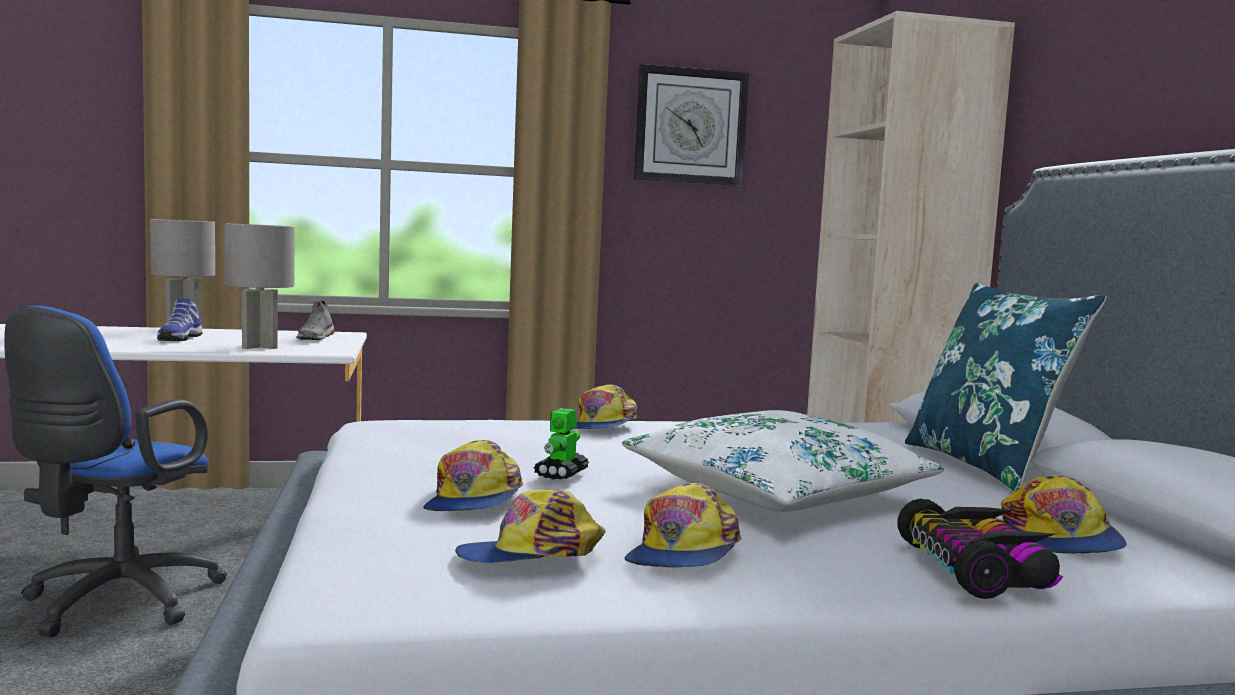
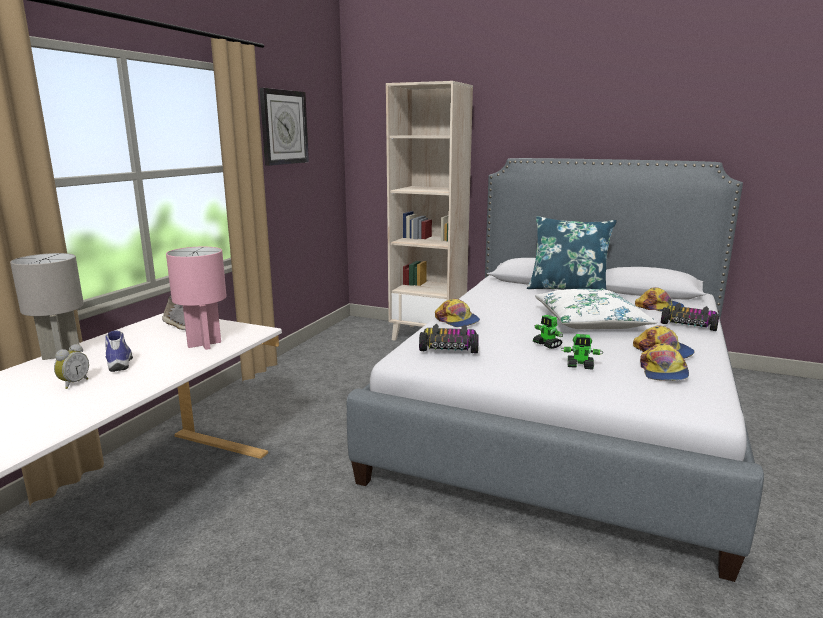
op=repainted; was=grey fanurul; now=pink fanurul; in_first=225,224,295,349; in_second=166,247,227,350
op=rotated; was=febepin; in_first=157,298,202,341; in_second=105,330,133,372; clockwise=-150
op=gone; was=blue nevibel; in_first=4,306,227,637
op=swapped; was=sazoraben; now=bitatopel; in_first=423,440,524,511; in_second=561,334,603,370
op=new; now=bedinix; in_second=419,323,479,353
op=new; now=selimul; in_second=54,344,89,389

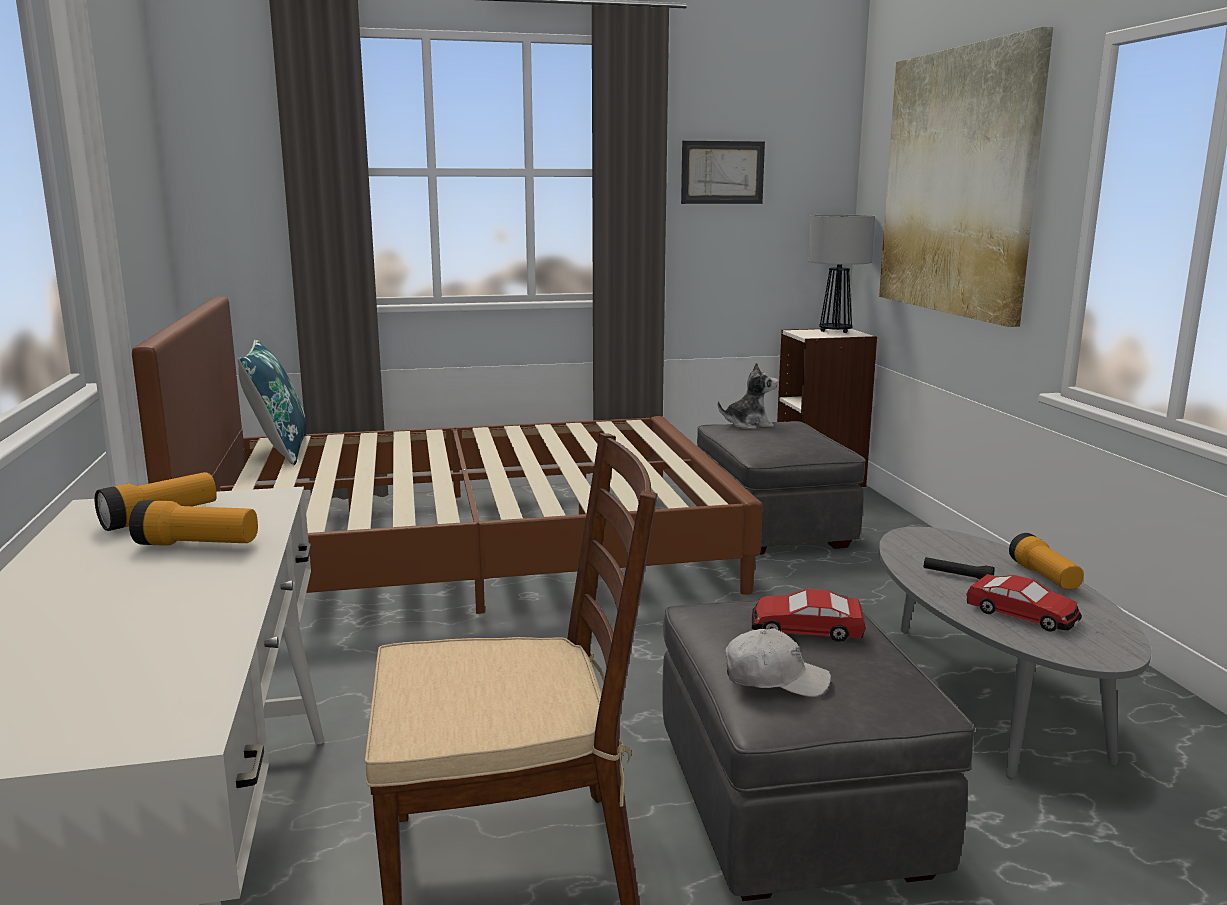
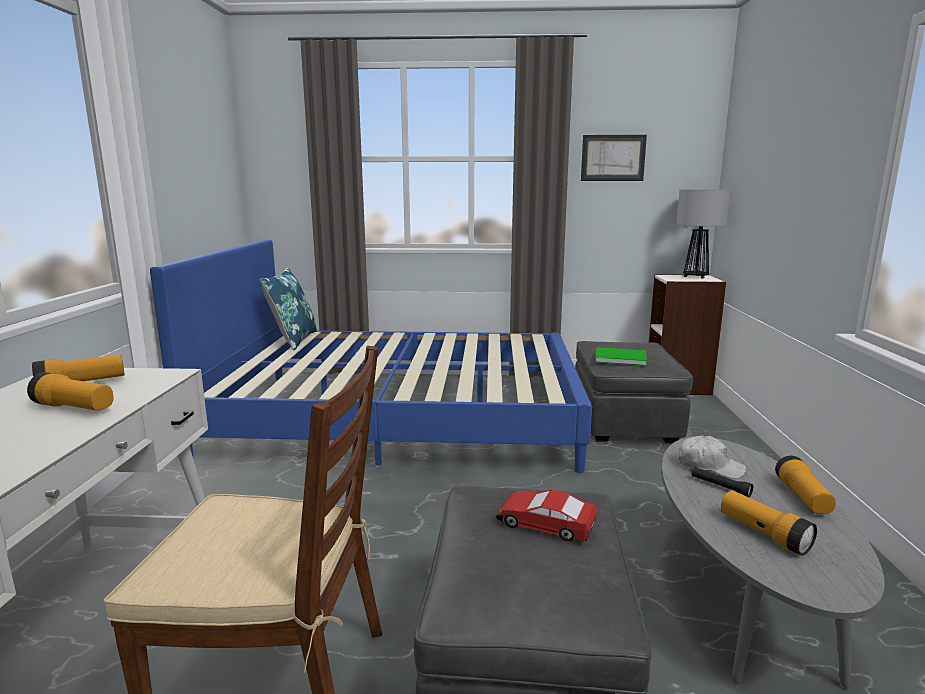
op=gone; was=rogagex; in_first=879,27,1053,327
op=repainted; was=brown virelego; now=blue virelego; in_first=132,297,763,614; in_second=150,240,592,473
op=gone; was=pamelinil; in_first=718,362,778,429
op=swapped; was=bedinix; now=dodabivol; in_first=967,574,1082,632; in_second=721,491,817,555
op=shifted; was=white sazoraben; in_first=726,628,831,697; in_second=679,436,747,479
op=new; now=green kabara; in_second=595,347,647,366

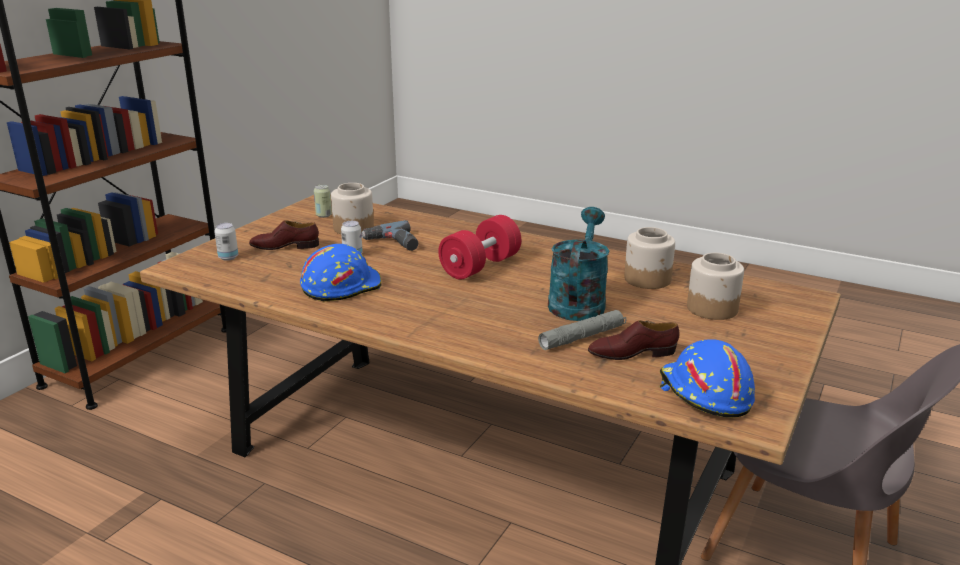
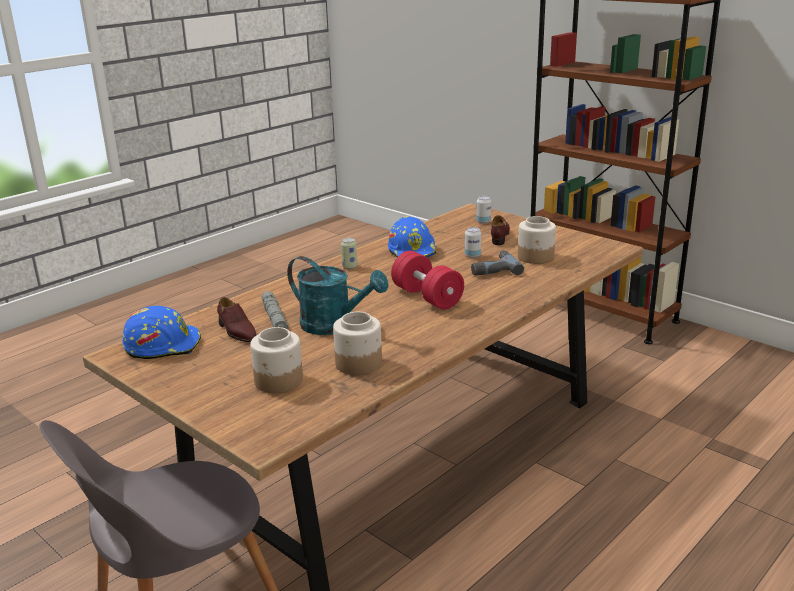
op=shifted; was=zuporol; in_first=314,185,332,218; in_second=341,238,357,269
op=rotated; was=brown febepin; in_first=588,320,680,360; in_second=217,297,256,342; clockwise=135

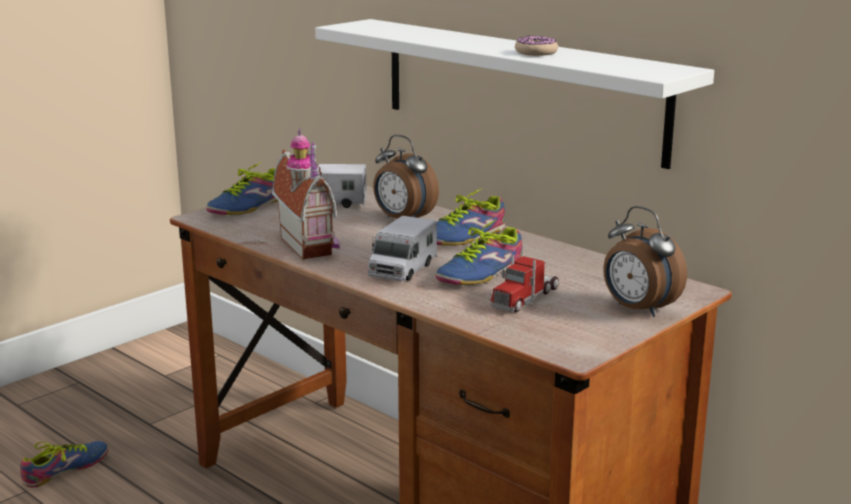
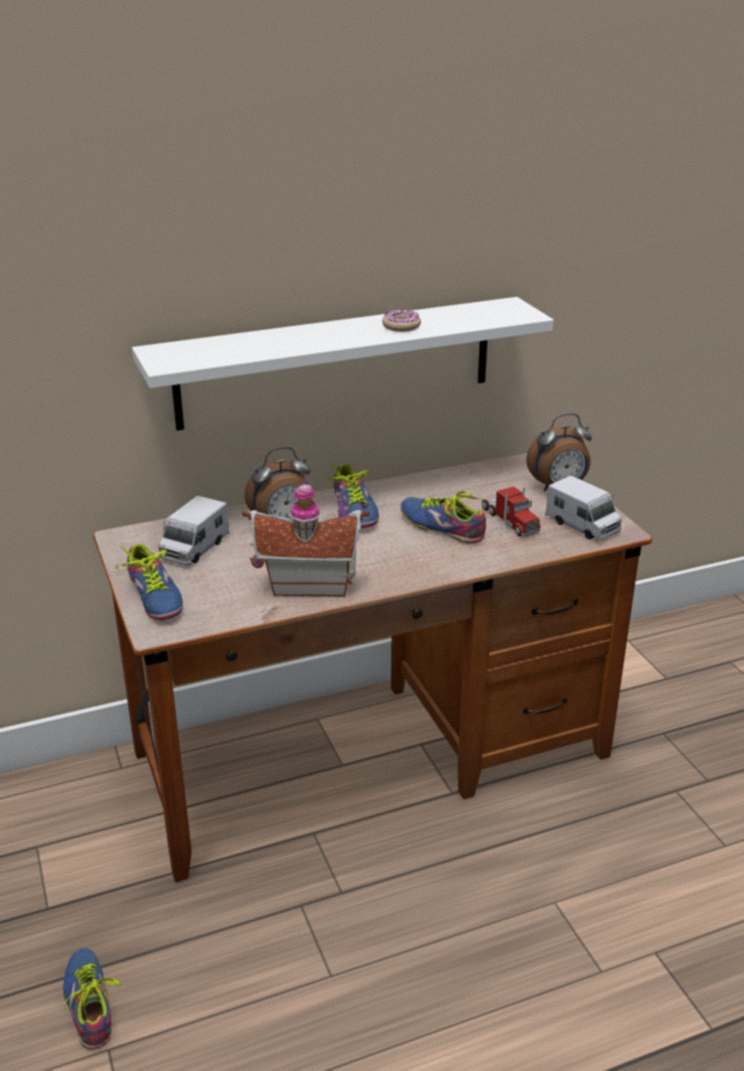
op=shifted; was=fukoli; in_first=368,216,437,281; in_second=546,476,622,541
op=rotated; was=febepin; in_first=436,219,523,285; in_second=400,491,486,544; clockwise=150

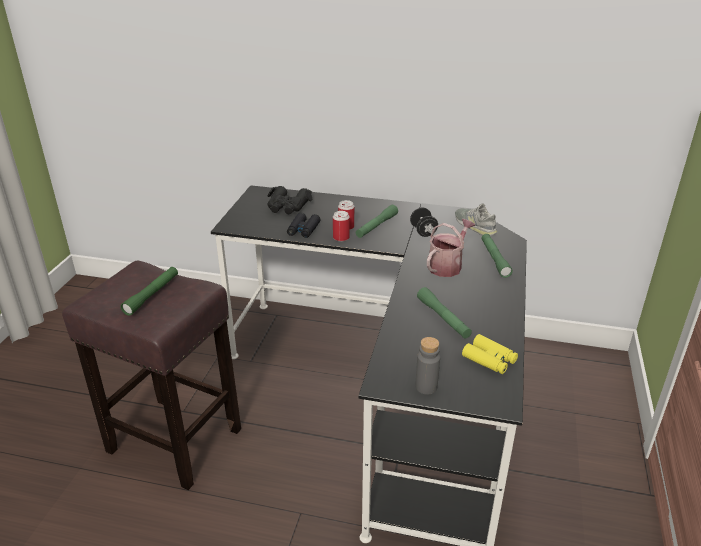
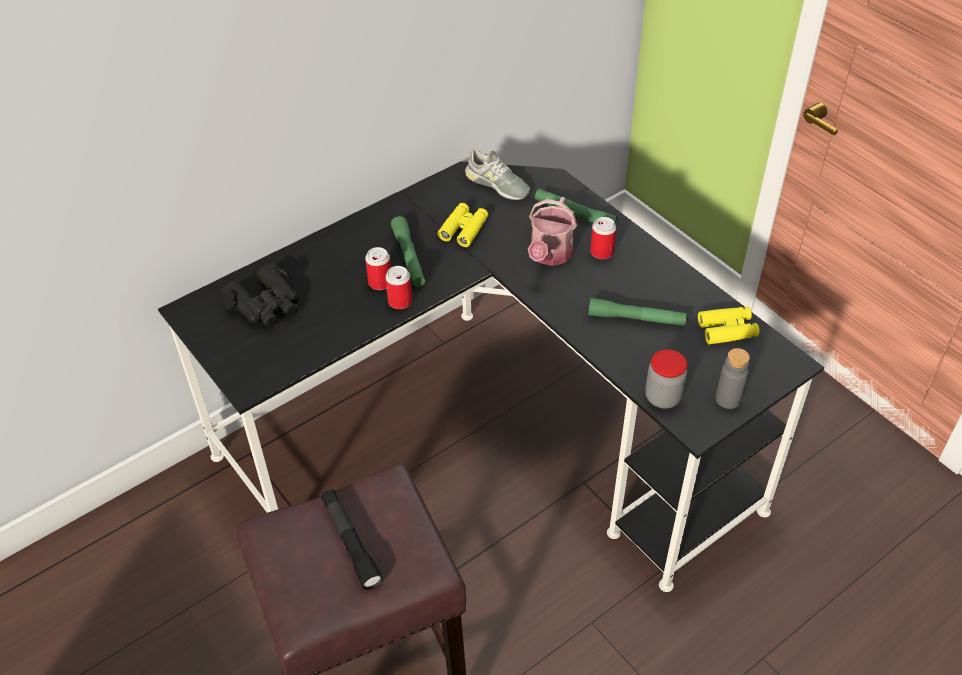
op=rotated; was=grey febepin; in_first=455,203,497,236; in_second=465,149,530,200; clockwise=-150
op=swapped; was=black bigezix; now=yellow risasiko; in_first=410,208,438,237; in_second=438,203,488,247
op=gone; was=black risasiko; in_first=287,213,321,238
op=rotated; was=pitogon; in_first=427,219,475,277; in_second=528,197,577,266; clockwise=-150
op=repainted; was=green dodabivol; now=black dodabivol; in_first=121,267,178,316; in_second=321,489,383,590
op=new; now=zuporol; in_second=590,217,616,259
op=new; now=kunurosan; in_second=645,349,687,409

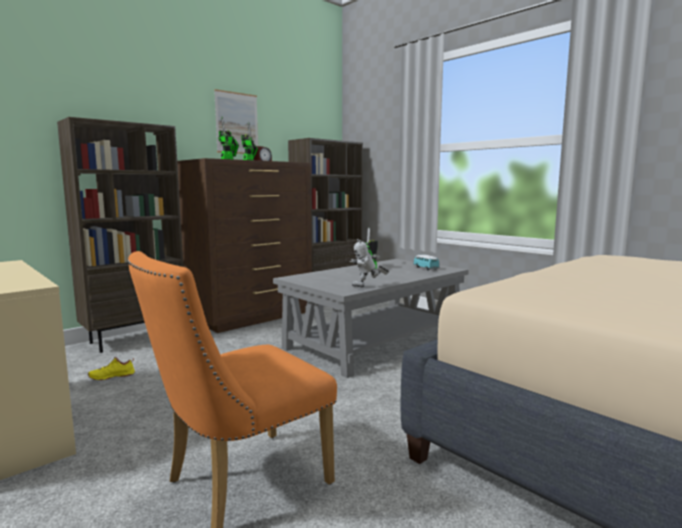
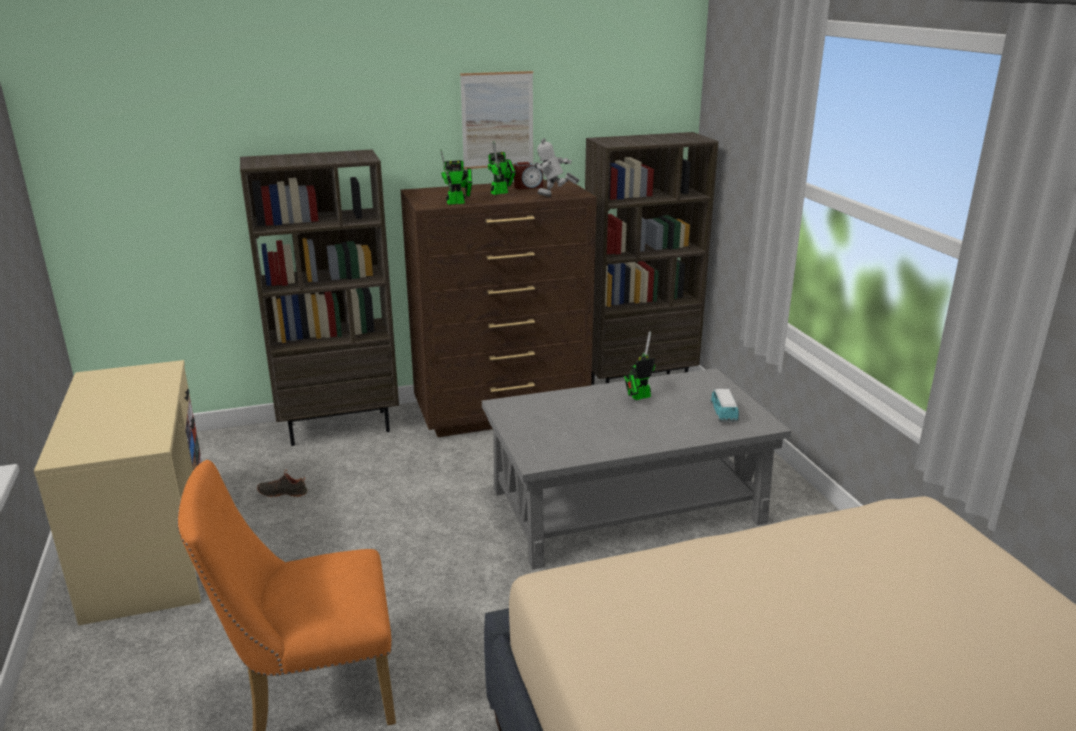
op=shifted; was=bitatopel; in_first=350,239,389,288; in_second=532,138,580,197
op=repainted; was=yellow febepin; now=black febepin; in_first=88,354,135,380; in_second=257,469,308,497

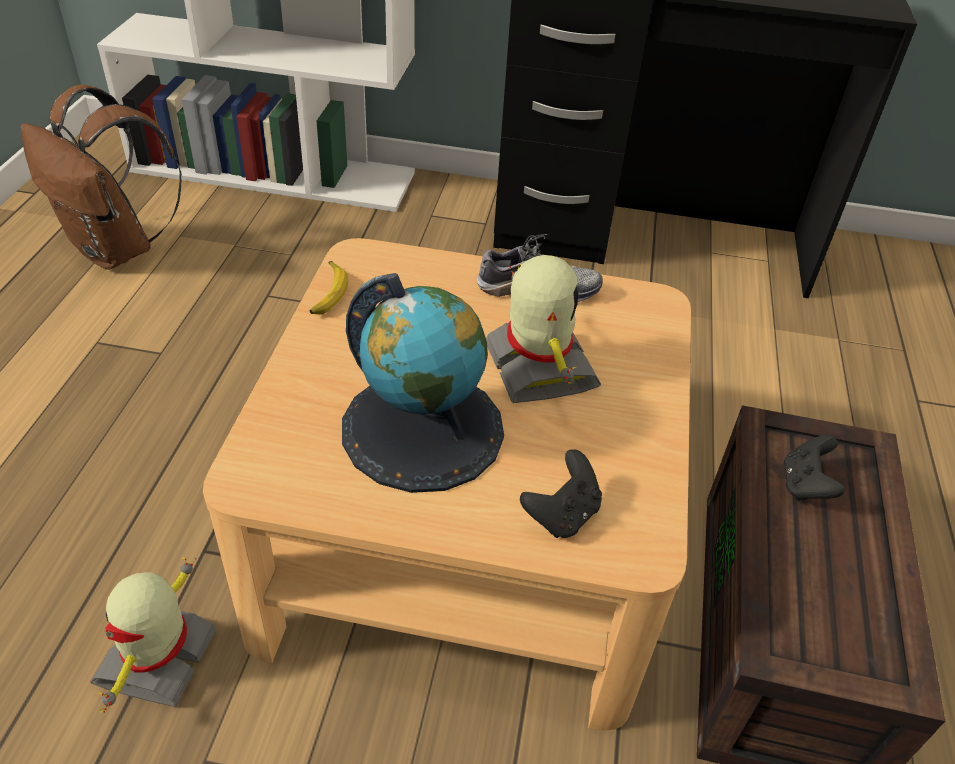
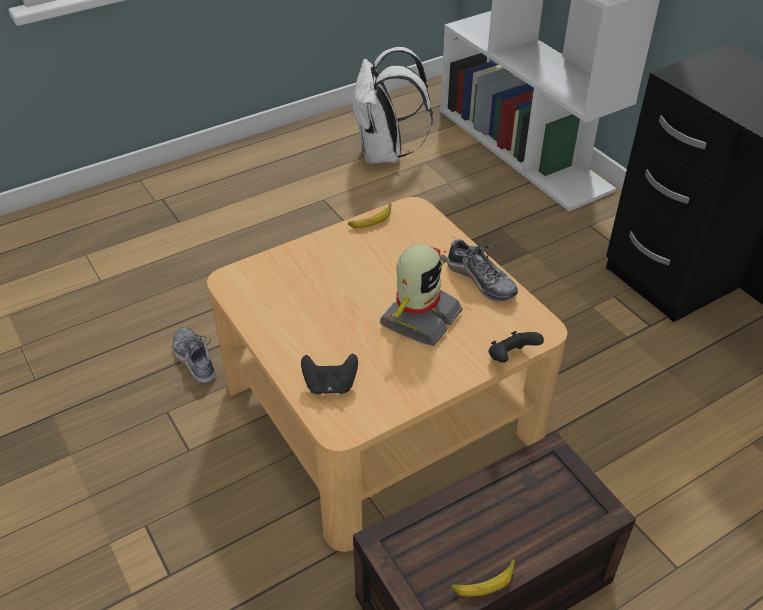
op=repainted; was=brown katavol; now=white katavol; in_first=21,85,182,270; in_second=352,47,433,164
op=gone; was=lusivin; in_first=342,273,504,493
op=shifted; was=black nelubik; in_first=784,435,845,501; in_second=489,331,544,363
op=swapped; was=bitatopel; now=febepin; in_first=90,557,217,713; in_second=170,327,216,383
op=new; now=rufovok; in_second=451,558,516,597

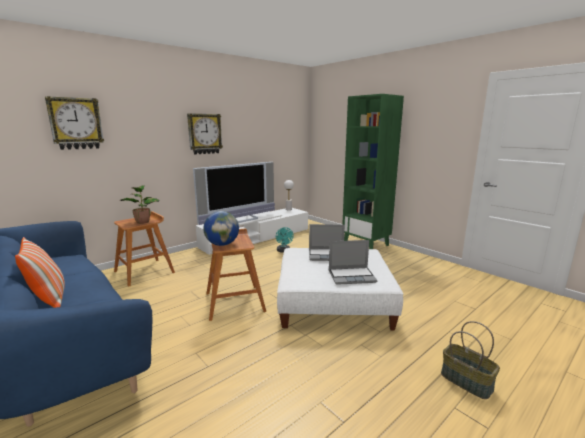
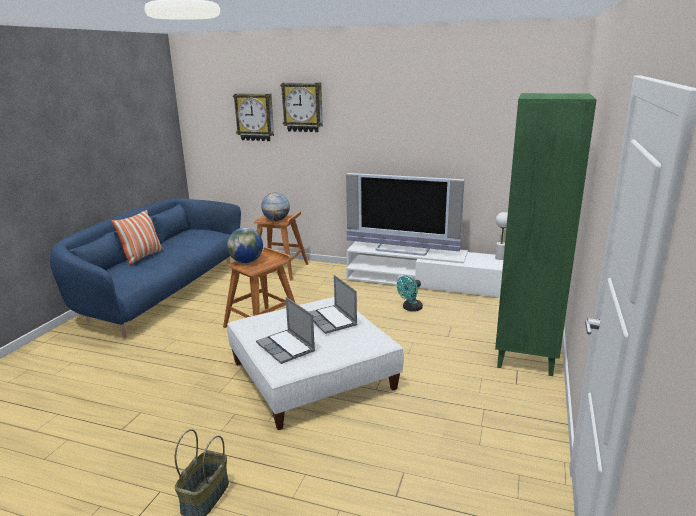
op=shifted; was=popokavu; in_first=187,113,223,155; in_second=280,82,323,132
op=swapped; was=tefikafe; now=lusivin; in_first=120,185,159,224; in_second=261,192,290,221

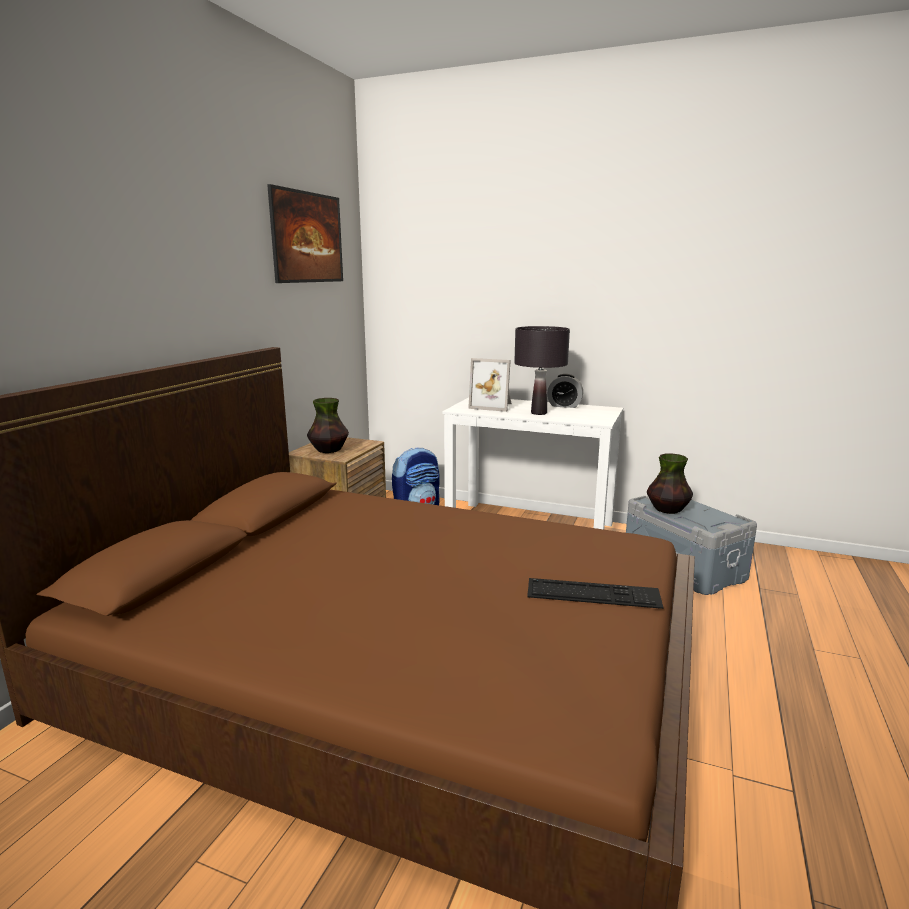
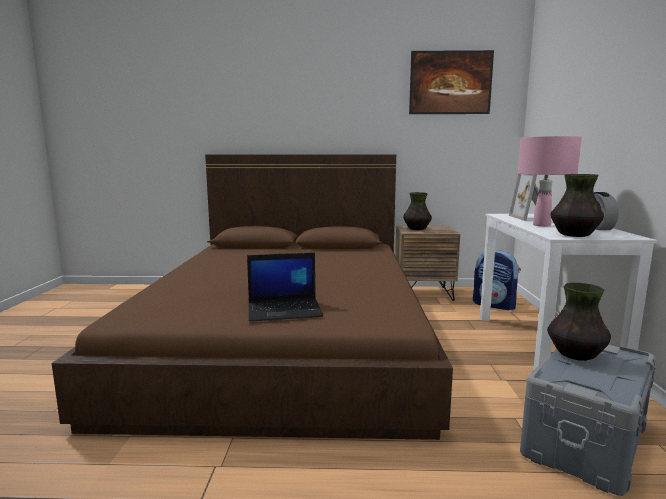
op=repainted; was=black fanurul; now=pink fanurul; in_first=514,326,570,415; in_second=518,136,582,226
op=swapped; was=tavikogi; now=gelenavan; in_first=527,578,664,609; in_second=247,253,323,322
op=new; now=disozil; in_second=550,174,604,237

